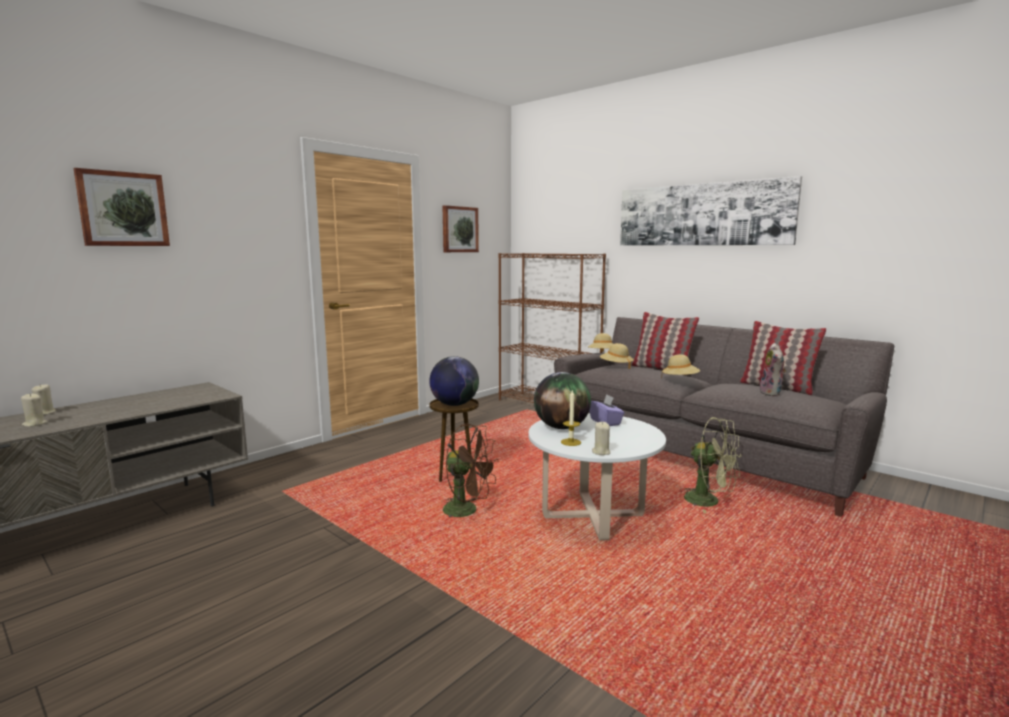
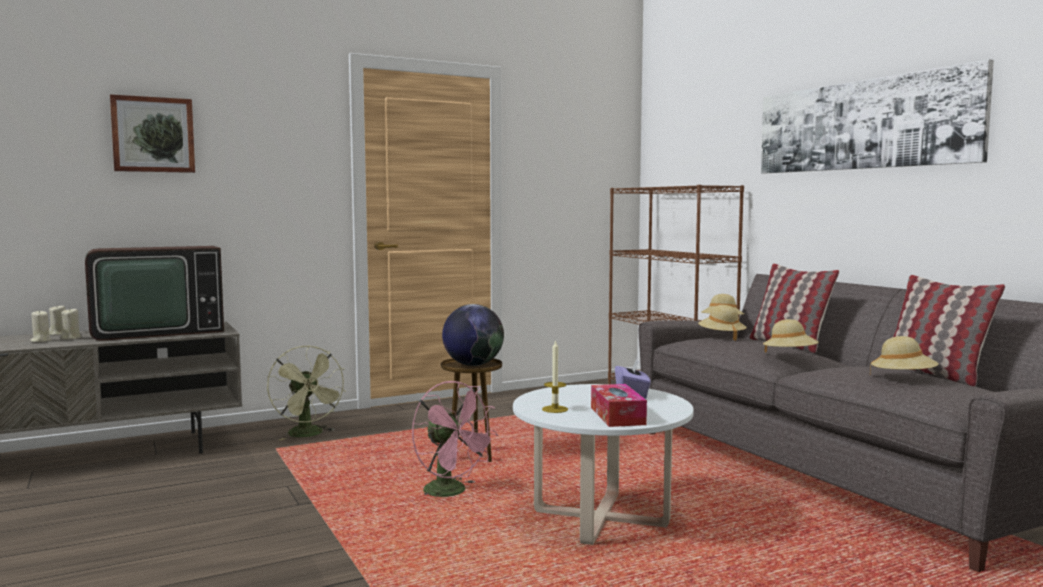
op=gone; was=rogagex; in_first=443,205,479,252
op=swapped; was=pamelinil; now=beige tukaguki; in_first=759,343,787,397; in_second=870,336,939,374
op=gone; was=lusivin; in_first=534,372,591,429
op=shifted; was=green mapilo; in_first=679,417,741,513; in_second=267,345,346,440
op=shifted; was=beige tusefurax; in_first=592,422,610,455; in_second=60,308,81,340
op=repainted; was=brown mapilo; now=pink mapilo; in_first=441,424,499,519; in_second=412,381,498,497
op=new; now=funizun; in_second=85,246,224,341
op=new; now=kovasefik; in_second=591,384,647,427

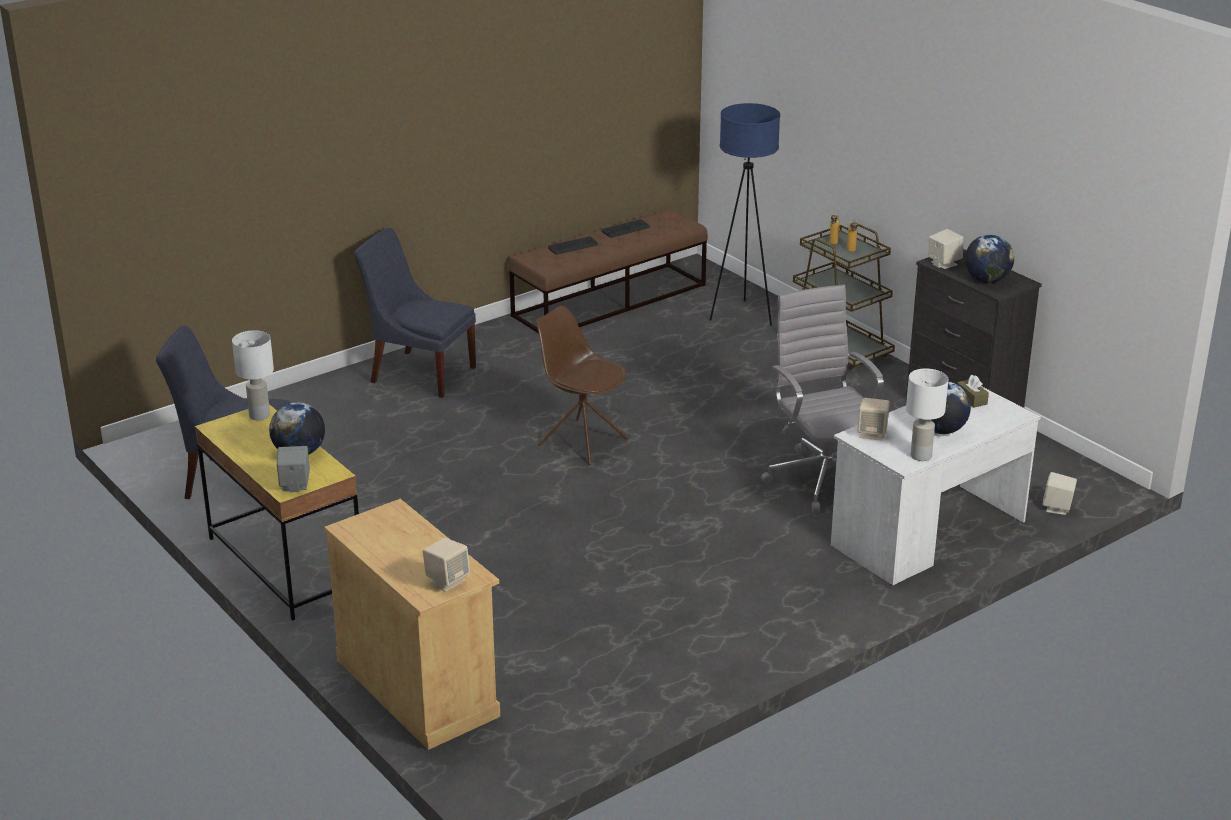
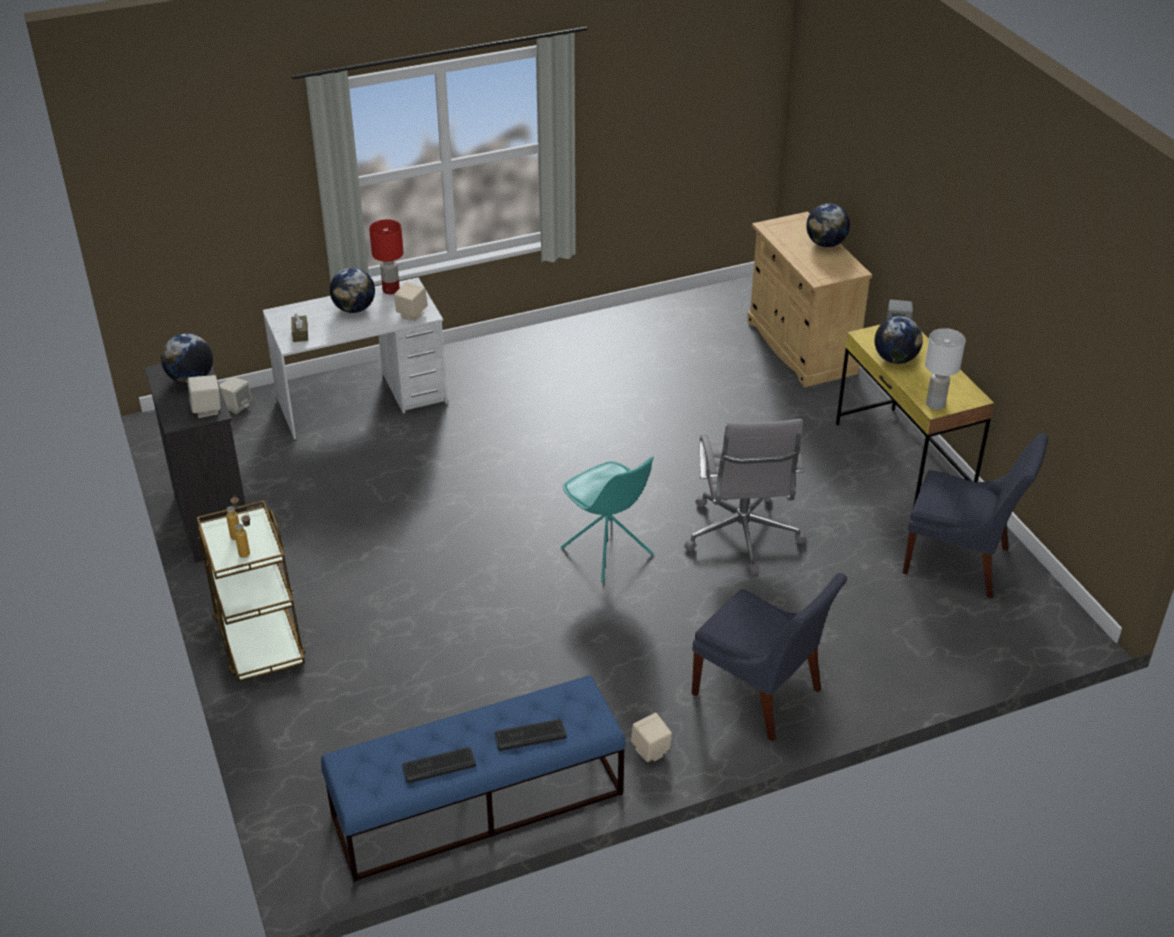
op=gone; was=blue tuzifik; in_first=710,103,780,326
op=repainted; was=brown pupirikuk; now=blue pupirikuk; in_first=508,209,708,333; in_second=321,675,626,882
op=shifted; was=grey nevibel; in_first=761,285,884,513; in_second=684,419,806,575
op=repainted; was=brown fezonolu; now=turquoise fezonolu; in_first=537,306,628,465; in_second=561,456,654,583
op=repainted; was=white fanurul; now=red fanurul; in_first=906,369,948,461; in_second=369,219,404,294
op=shifted; was=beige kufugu; in_first=423,538,470,592; in_second=631,713,672,762
op=new; now=lusivin; in_second=806,204,850,247

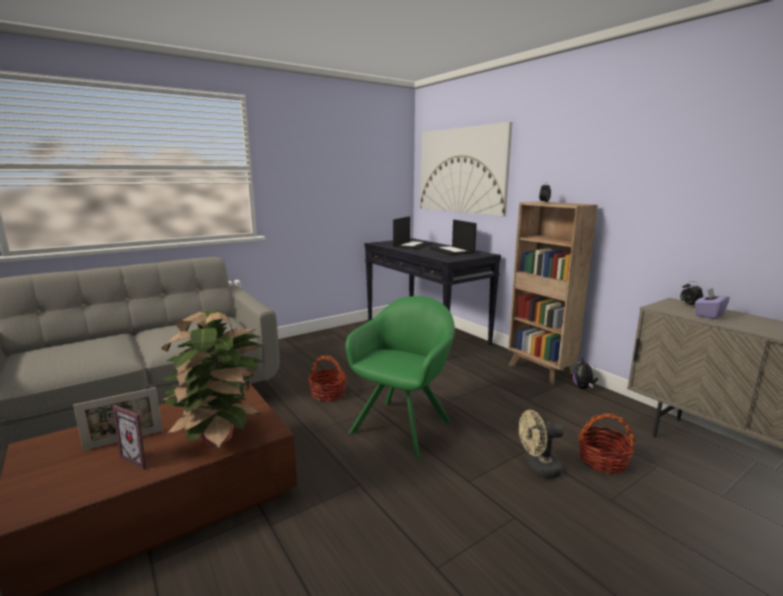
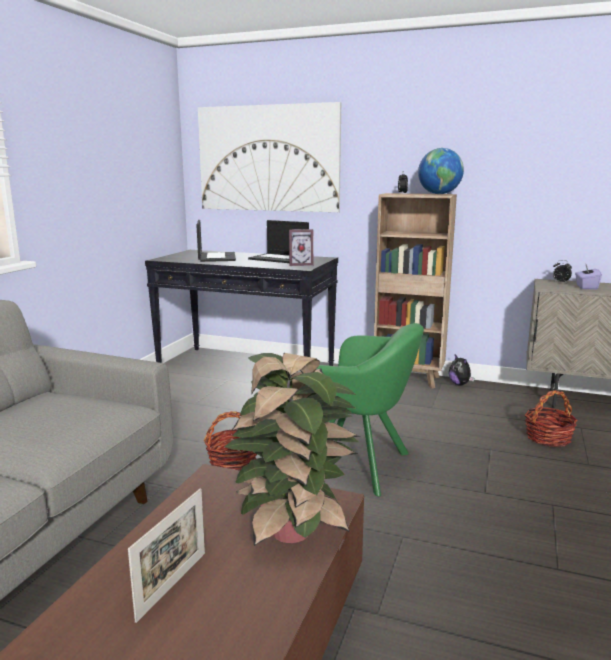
op=rotated; was=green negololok; in_first=345,296,455,458; in_second=317,323,424,497; clockwise=120
op=shifted; was=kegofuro; in_first=112,405,153,469; in_second=289,229,313,266
op=gone; was=beige mapilo; in_first=519,410,564,478
op=new; now=lusivin; in_second=418,148,464,194

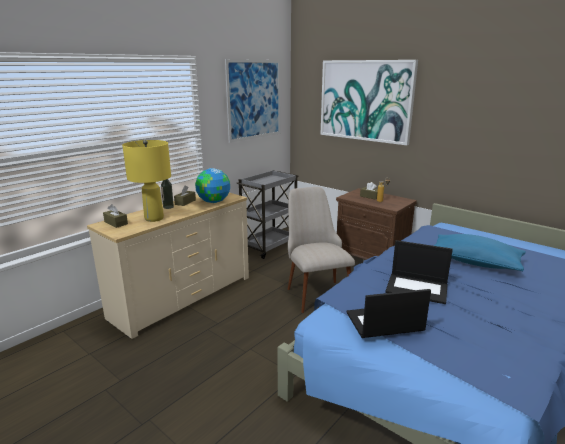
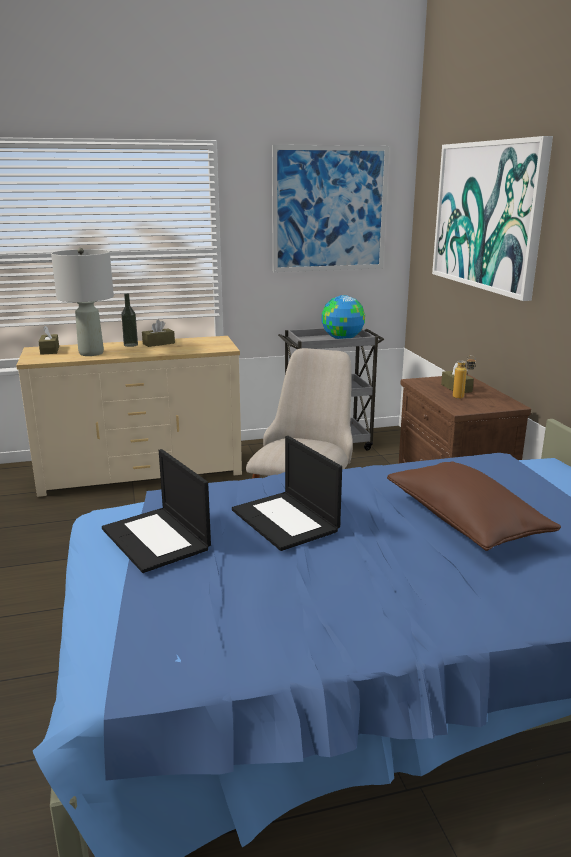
op=repainted; was=yellow fanurul; now=grey fanurul; in_first=122,140,171,222; in_second=51,248,114,356
op=shifted; was=lusivin; in_first=195,168,230,203; in_second=322,295,365,339
op=repainted; was=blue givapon; now=brown givapon; in_first=434,234,526,271; in_second=387,461,561,551
op=rotated; was=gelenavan; in_first=346,289,431,338; in_second=102,449,211,573; clockwise=-150

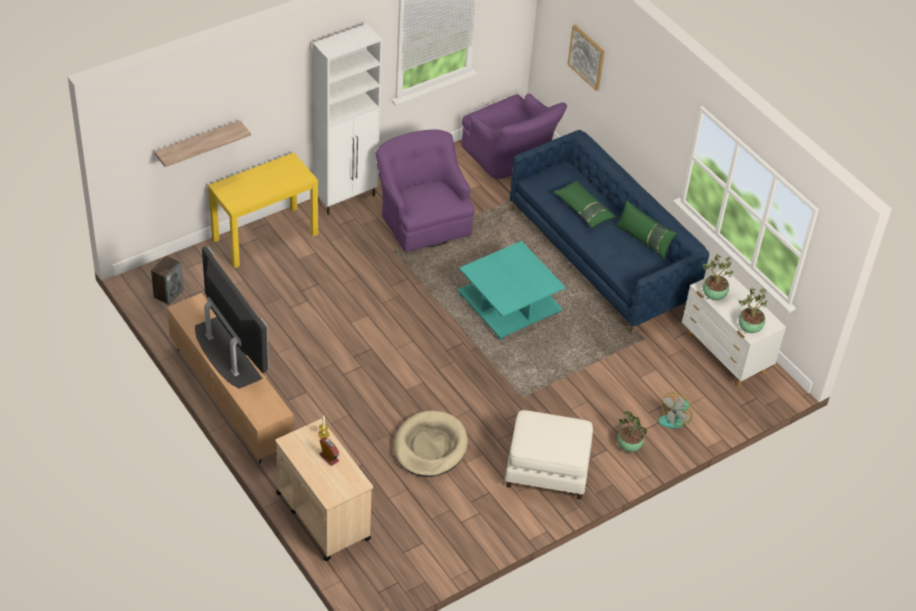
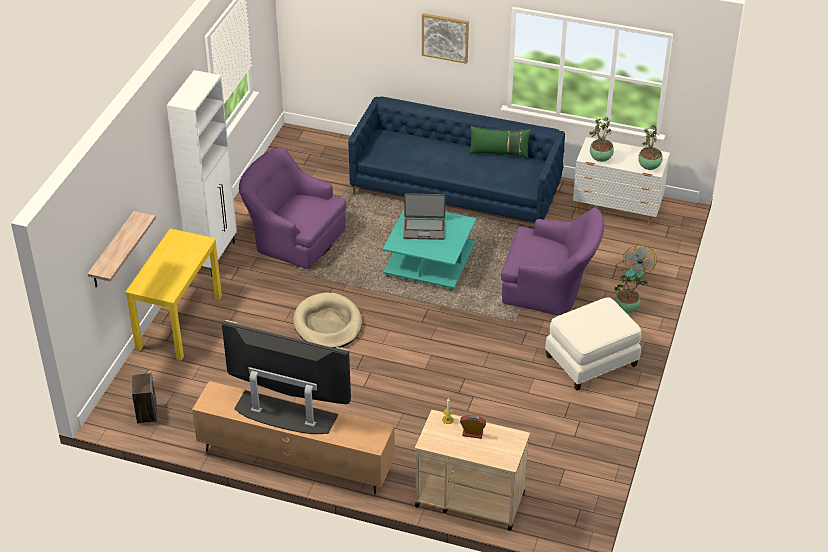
op=shifted; was=rogagex; in_first=568,25,605,91; in_second=422,13,469,64
op=shifted; was=purple negololok; in_first=461,94,567,179; in_second=501,208,605,315
op=gone; was=green givapon; in_first=553,181,617,228
op=shifted; was=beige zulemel; in_first=394,411,468,477; in_second=293,292,362,348
op=new; now=gelenavan; in_second=403,193,445,240

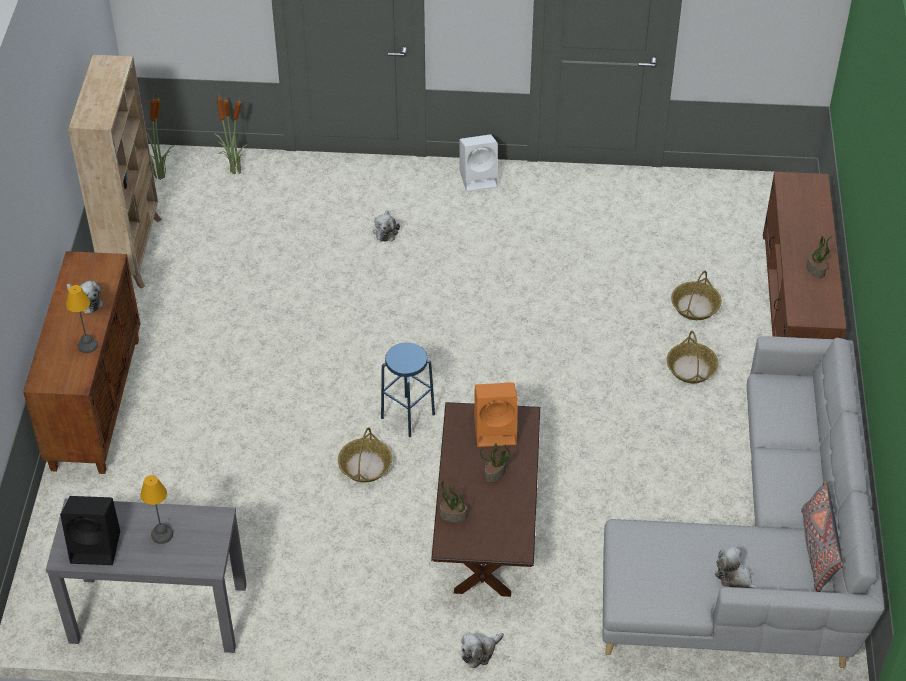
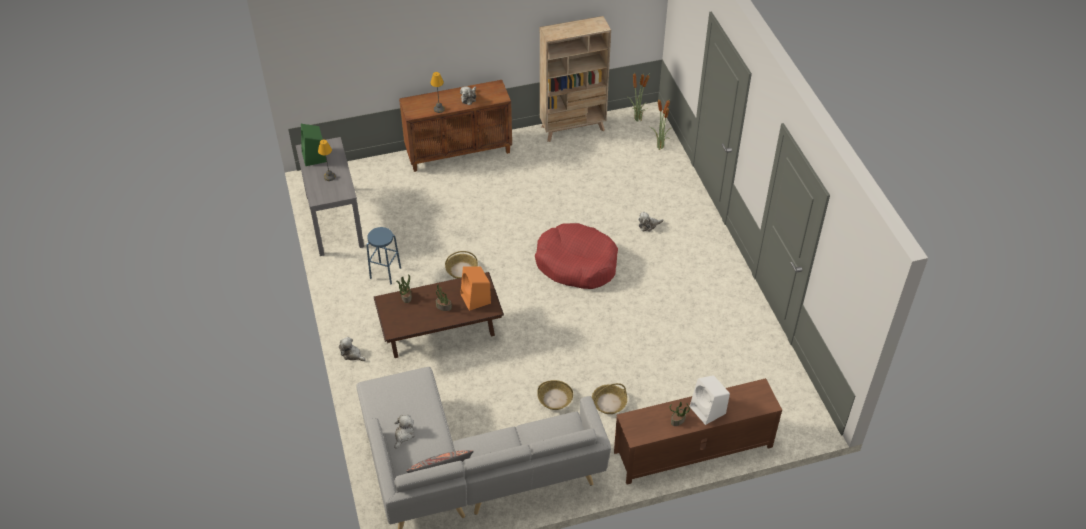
op=shifted; was=white kufugu; in_first=459,134,498,192; in_second=689,375,730,425
op=shifted; was=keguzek; in_first=671,271,722,320; in_second=537,380,573,410
op=shifted; was=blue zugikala; in_first=381,342,435,437; in_second=366,227,401,284
op=repainted; was=black kufugu; now=green kufugu; in_first=60,496,120,565; in_second=301,124,327,166
op=new; now=red zulemel; in_second=535,223,618,289

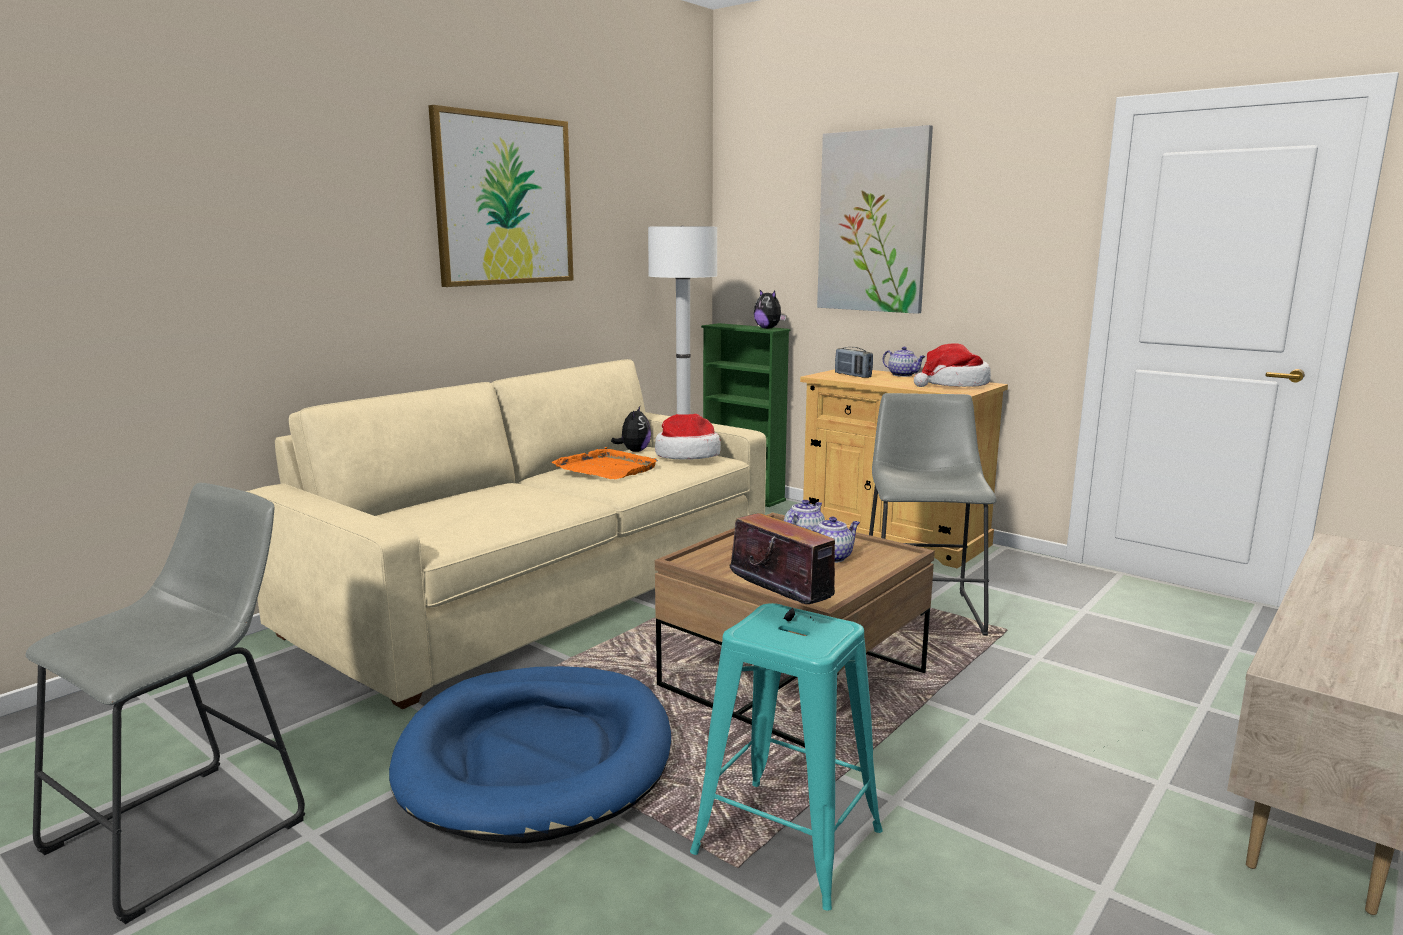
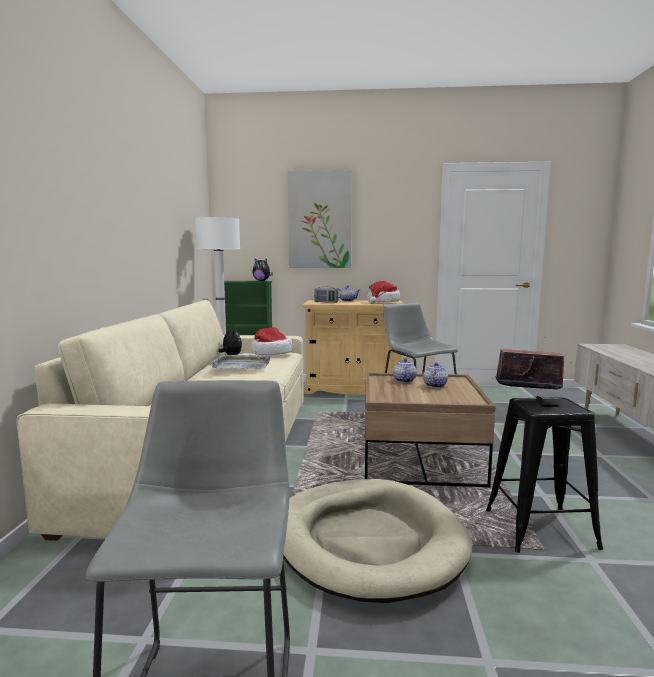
op=gone; was=rogagex; in_first=428,105,574,287
op=repainted; was=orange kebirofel; now=grey kebirofel; in_first=552,447,658,479; in_second=210,354,271,369
op=repainted; was=turquoise zugikala; now=black zugikala; in_first=690,603,883,910; in_second=486,397,603,553
op=repainted; was=blue zulemel; now=beige zulemel; in_first=389,666,671,843; in_second=283,479,472,603

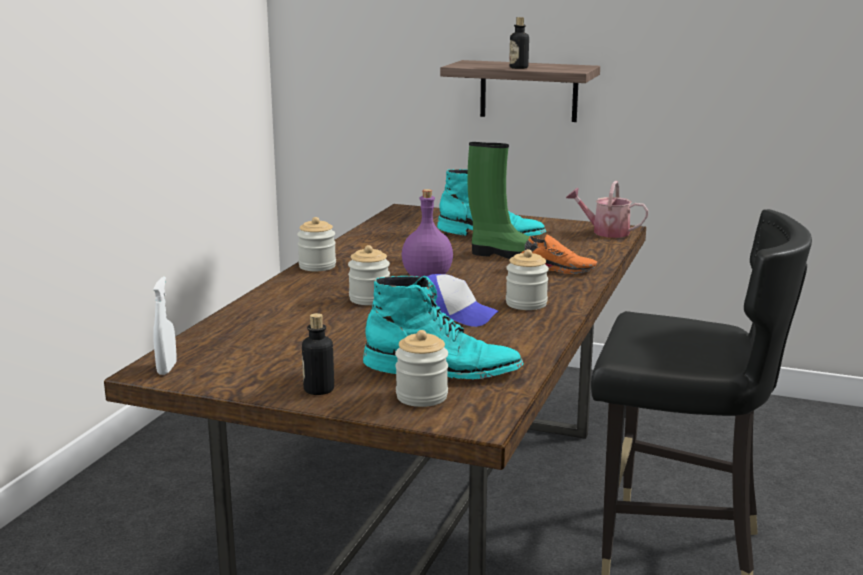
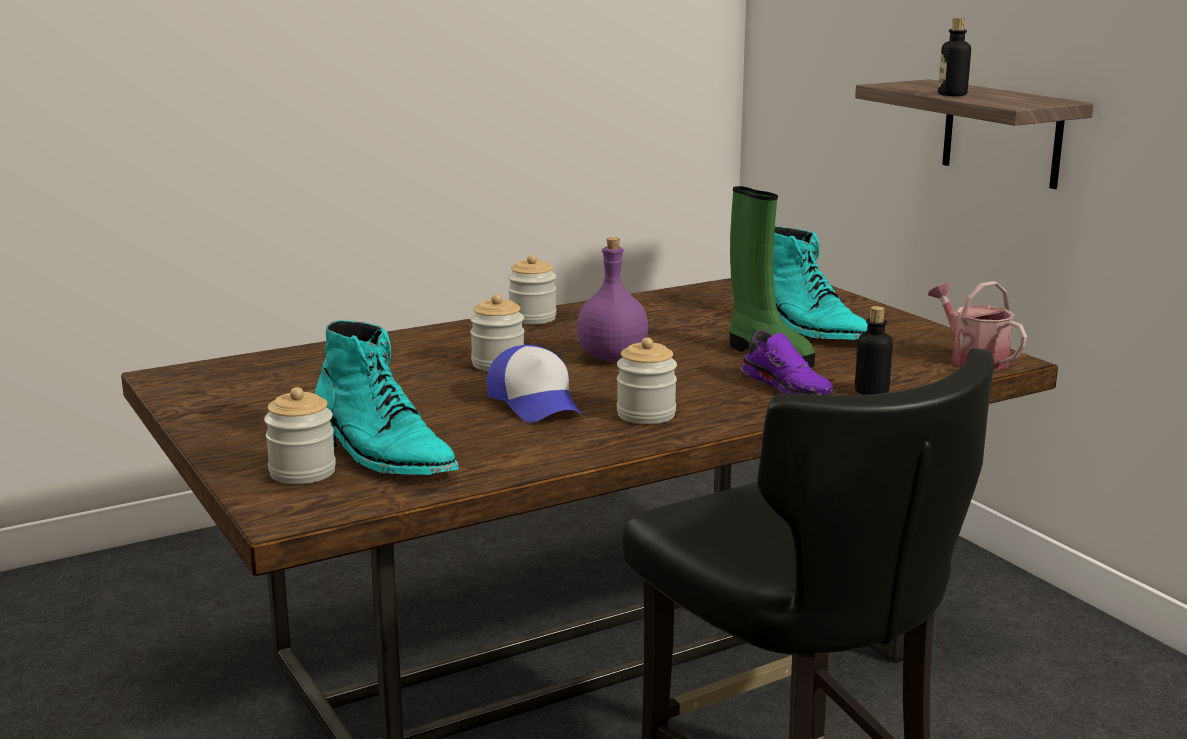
op=repainted; was=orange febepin; now=purple febepin; in_first=521,234,597,274; in_second=741,330,833,395
op=gone; was=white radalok; in_first=153,276,177,375
op=shifted; was=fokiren; in_first=302,313,334,395; in_second=855,306,893,395

